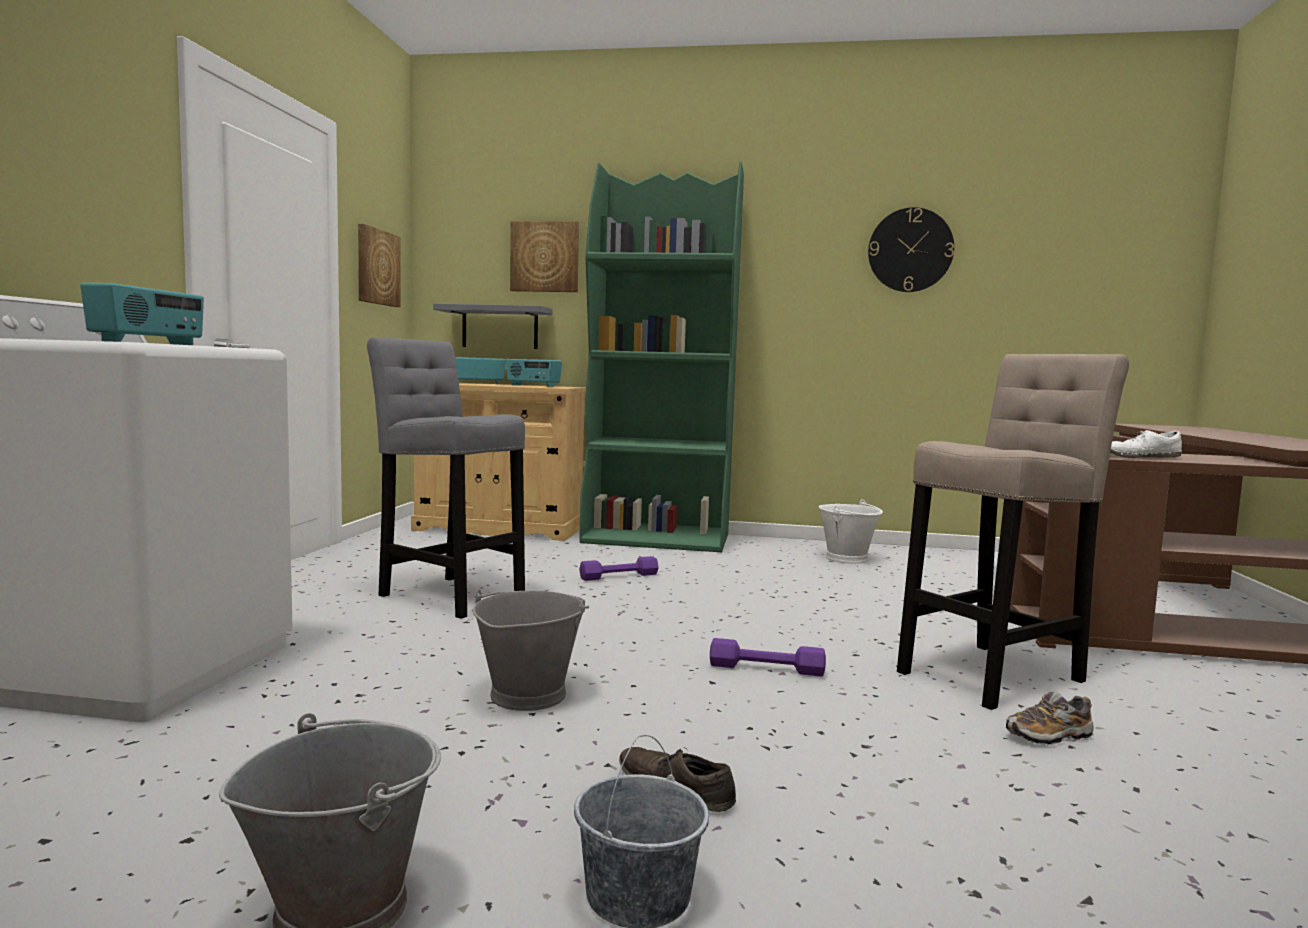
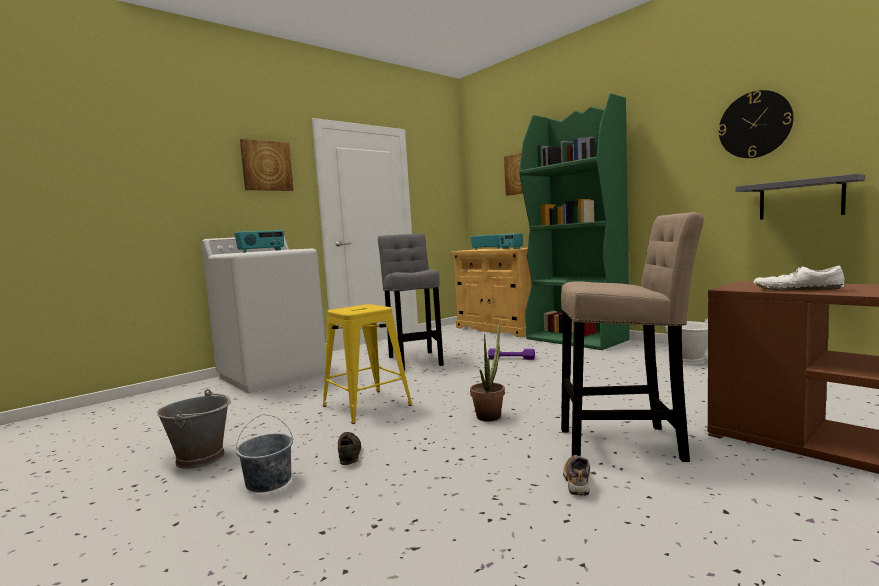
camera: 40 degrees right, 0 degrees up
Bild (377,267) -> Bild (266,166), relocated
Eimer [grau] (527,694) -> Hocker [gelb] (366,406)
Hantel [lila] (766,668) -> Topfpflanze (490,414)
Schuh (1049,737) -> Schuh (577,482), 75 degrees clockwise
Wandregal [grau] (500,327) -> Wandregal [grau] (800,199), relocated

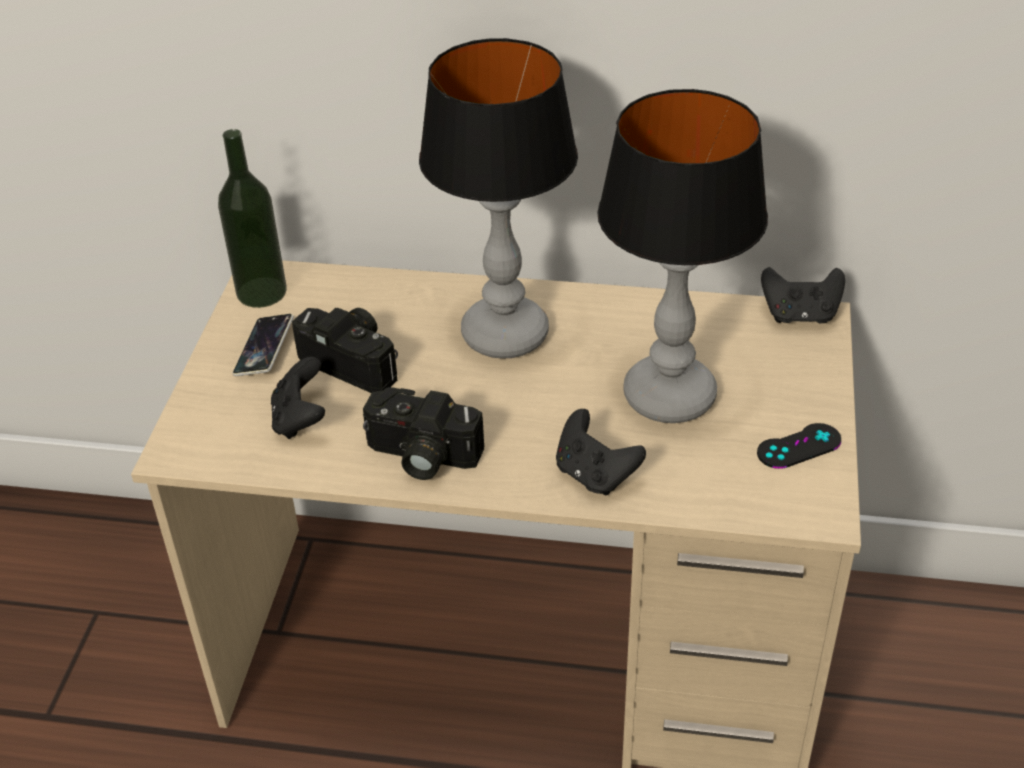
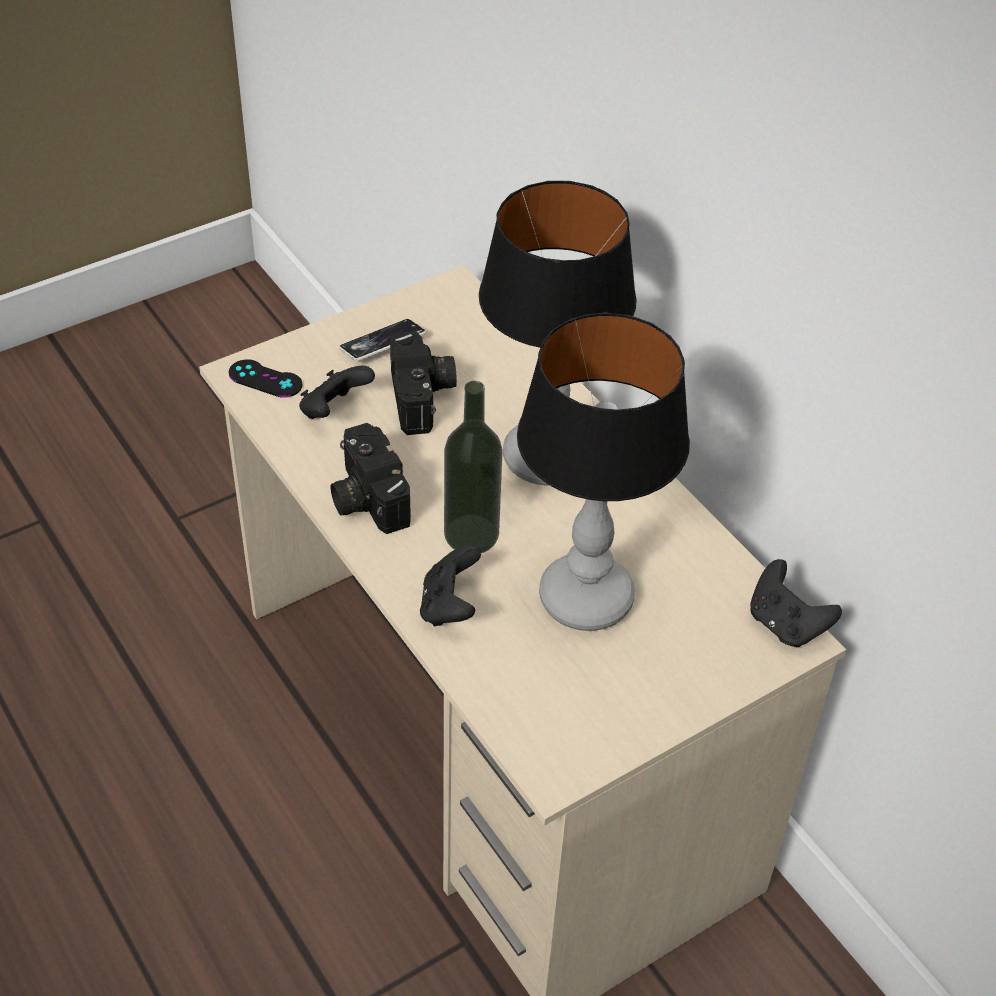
camera: 45 degrees right, 5 degrees up
Gamepad [schwarz] (799,446) -> Gamepad [schwarz] (265,379), relocated
Flasche (261,292) -> Flasche (471,534), relocated

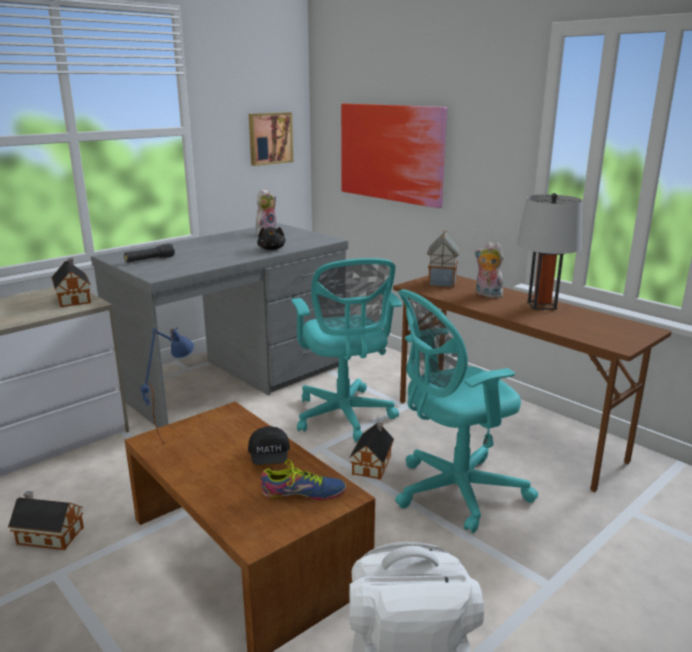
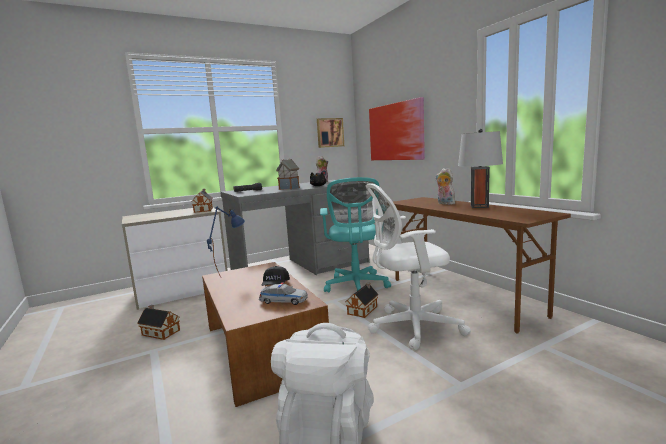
camera: 15 degrees right, 10 degrees down
Schuh (303,492) -> Spielzeugauto (283,300)
Spielzeughaus (442,283) -> Spielzeughaus (289,188), relocated
Bürostuhl [türkis] (453,492) -> Bürostuhl [weiß] (411,327)

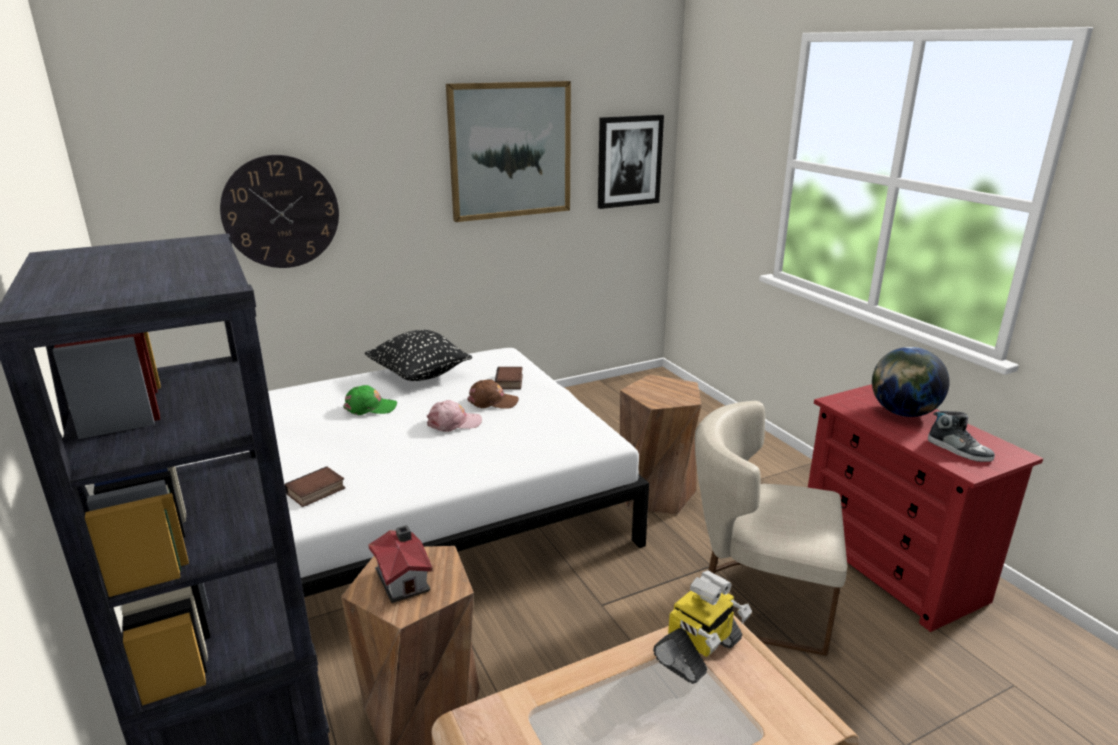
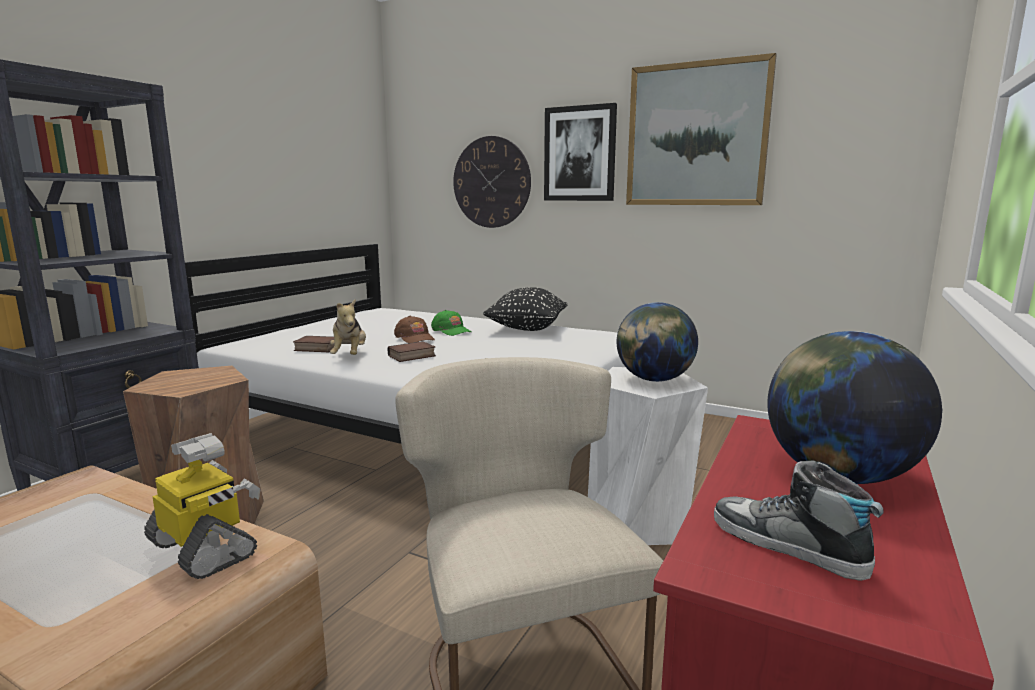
camera: 55 degrees right, 10 degrees down
Spielzeugroboter (699,652) -> Spielzeugroboter (205,549), 150 degrees counterclockwise
none -> Plüschtier (350,356)
Buch (510,382) -> Buch (411,356), relocated
Kappe [braun] (492,401) -> Kappe [braun] (415,338), relocated
Bild (629,161) -> Bild (579,154), relocated
Hocker [braun] (656,493) -> Hocker [weiß] (640,521)
none -> Globus (654,380)
Schuh (959,450) -> Schuh (787,545), 120 degrees clockwise
Spielzeughaus (403,579) -> none
Kappe [rosa] (454,423) -> none

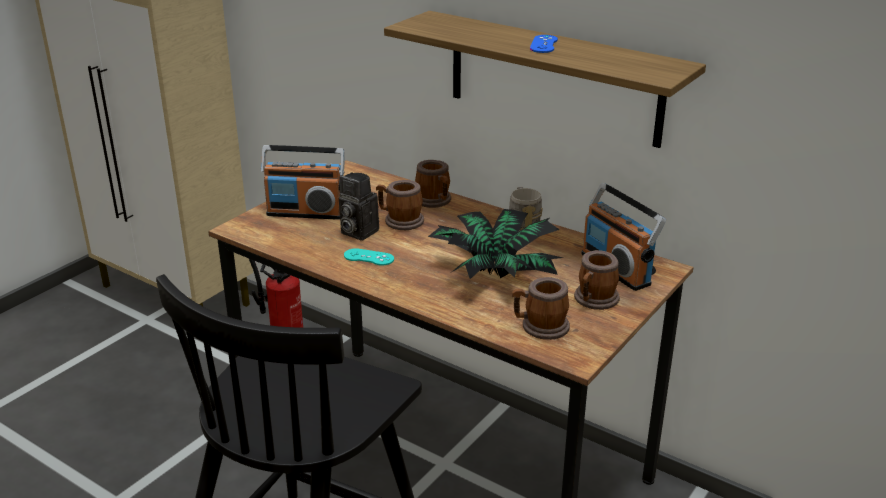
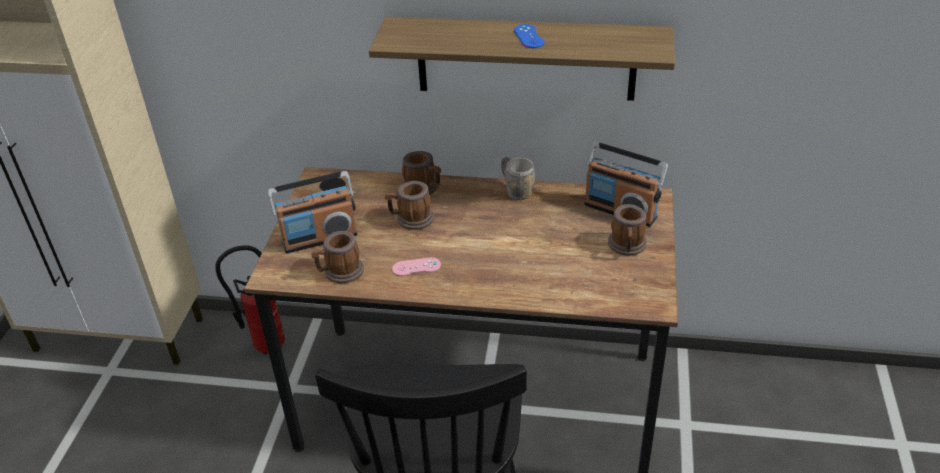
camera: 25 degrees left, 10 degrees up
Henkelbecher (540,327) -> Henkelbecher (340,272), relocated
Gamepad [türkis] (368,257) -> Gamepad [rosa] (416,267)
Kamera (356,232) -> none
Topfpflanze (494,272) -> none

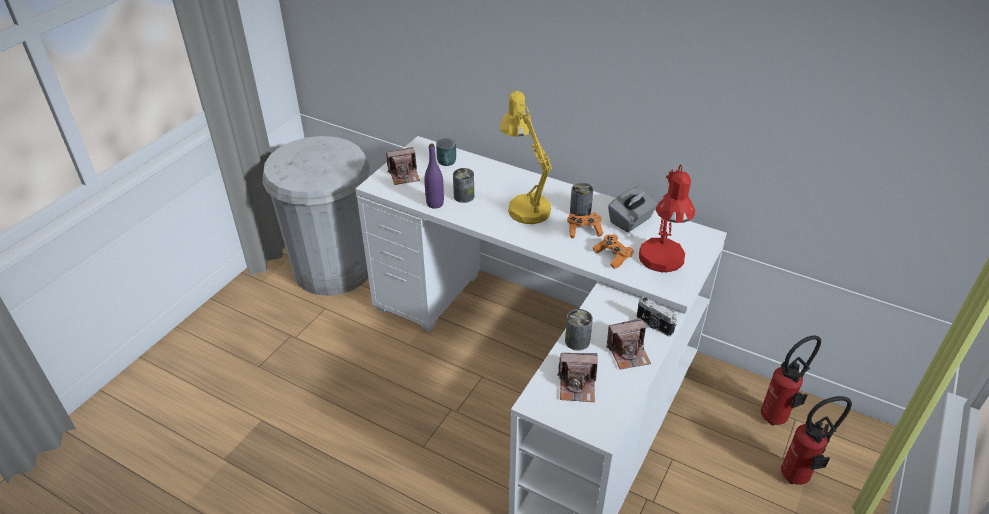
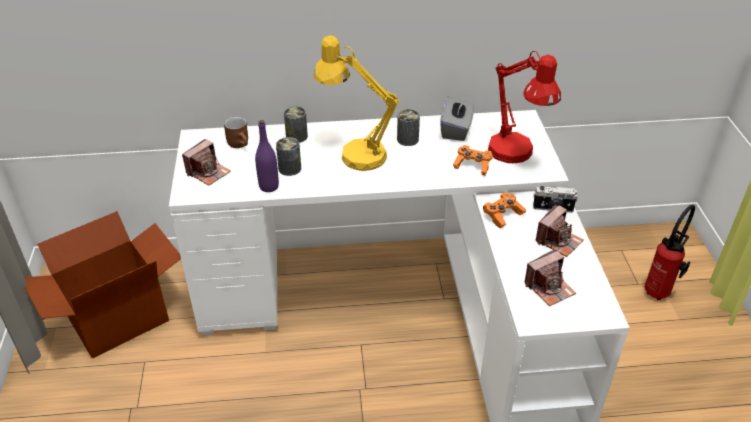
camera: 35 degrees left, 0 degrees up
Mülleimer [weiß] (333,268) -> Karton (117,317)
Henkelbecher [türkis] (448,163) -> Henkelbecher [braun] (241,144)
Dose (577,341) -> Dose (296,136), relocated
Gamepad [orange] (584,230) -> Gamepad [orange] (503,215), relocated
Feuerlöscher (778,417) -> none

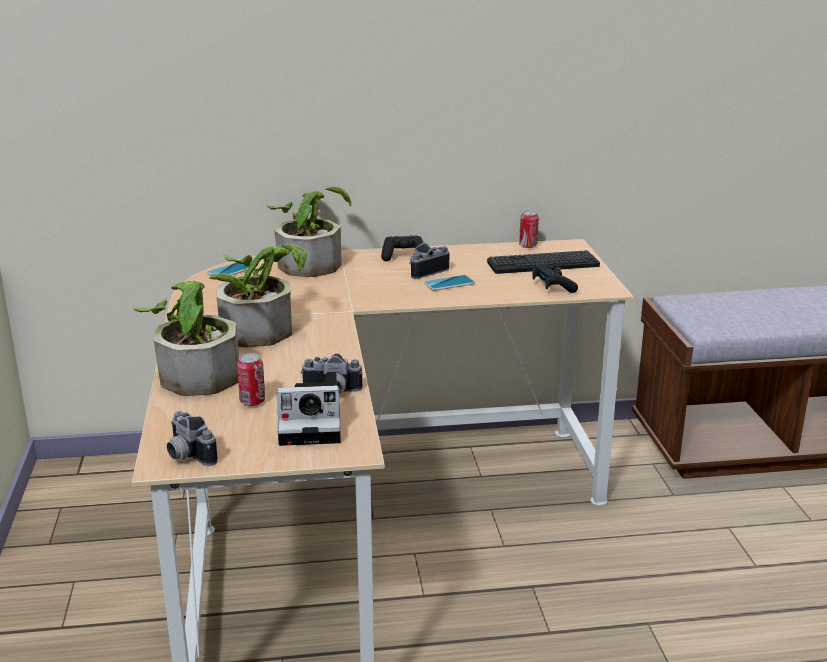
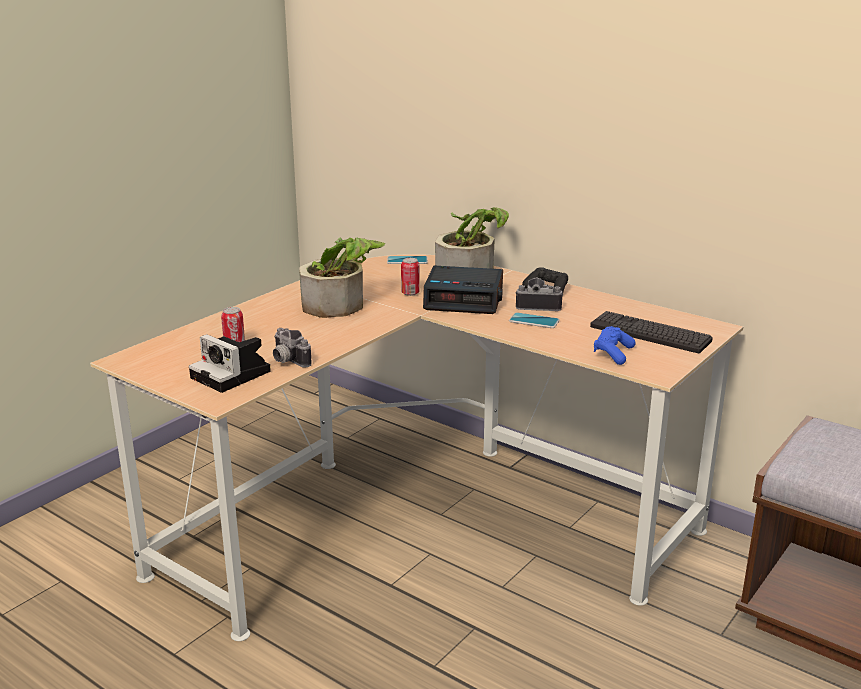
camera: 45 degrees right, 0 degrees up
Dose (528,246) -> Dose (410,293), relocated
none -> Wecker (465,299)
Gamepad [schwarz] (552,287) -> Gamepad [blau] (613,354)
Topfpflanze (200,372) -> none
Kamera (186,456) -> none

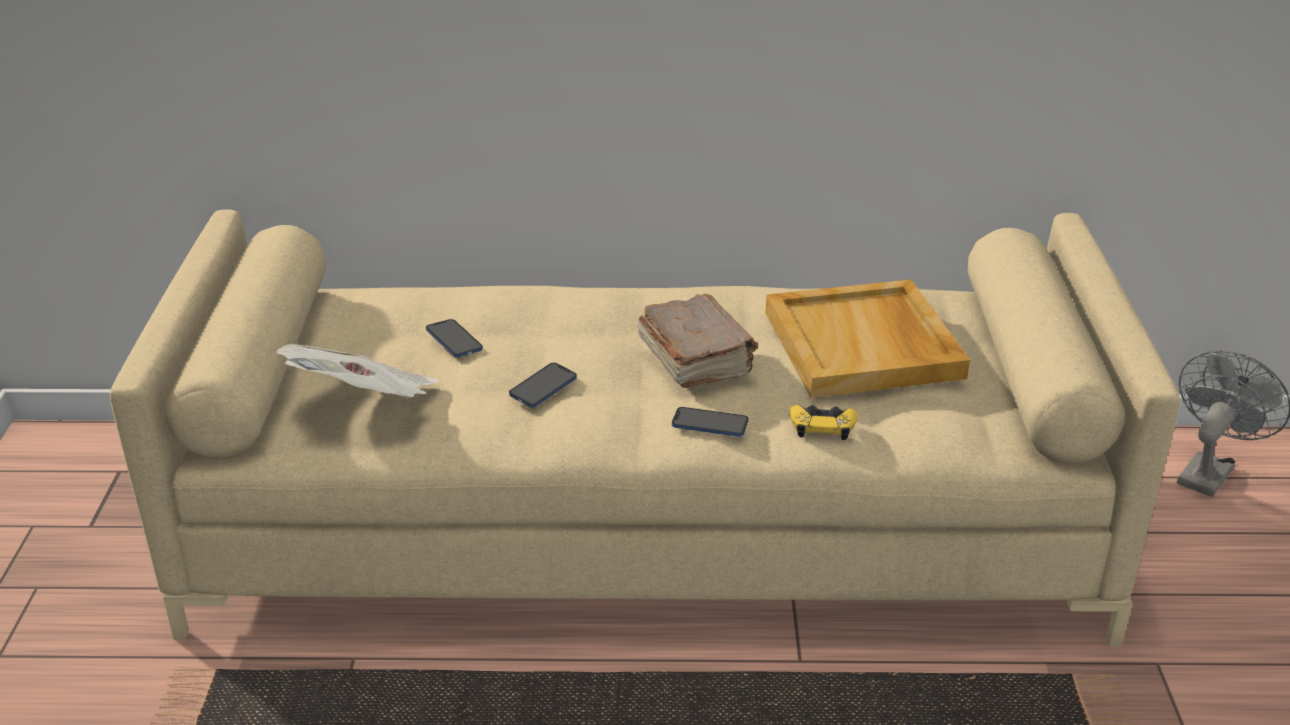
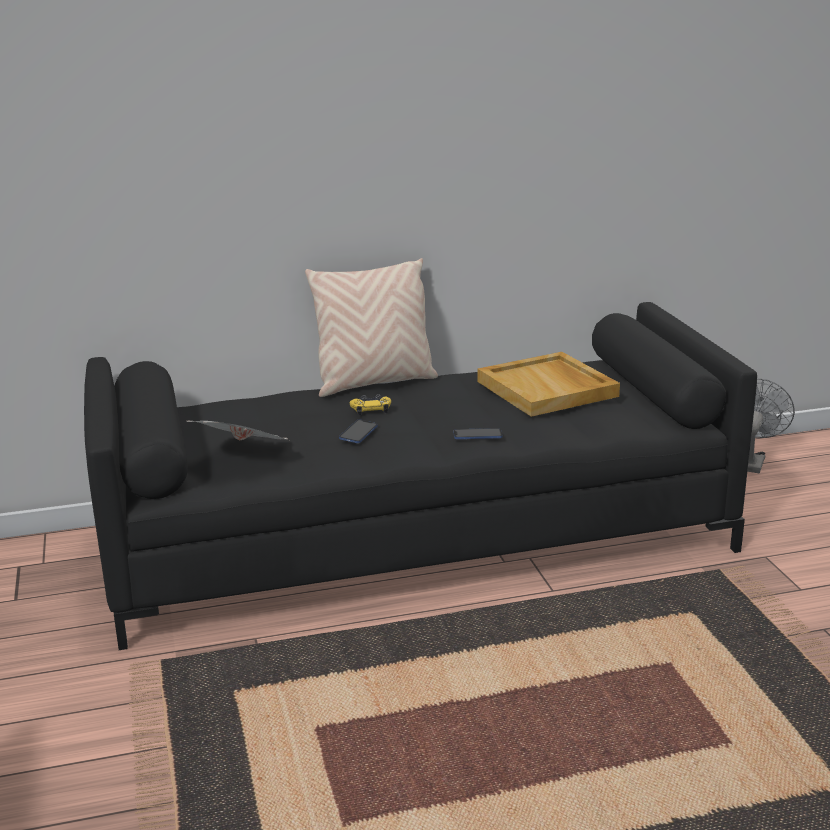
camera: 15 degrees left, 10 degrees down
Sofa [beige] (646,527) -> Sofa [schwarz] (418,540)
none -> Kissen [beige] (374,383)
Gamepad [gelb] (822,426) -> Gamepad [gelb] (371,409), relocated
Handy (454,340) -> none
Buch [braun] (695,359) -> none

